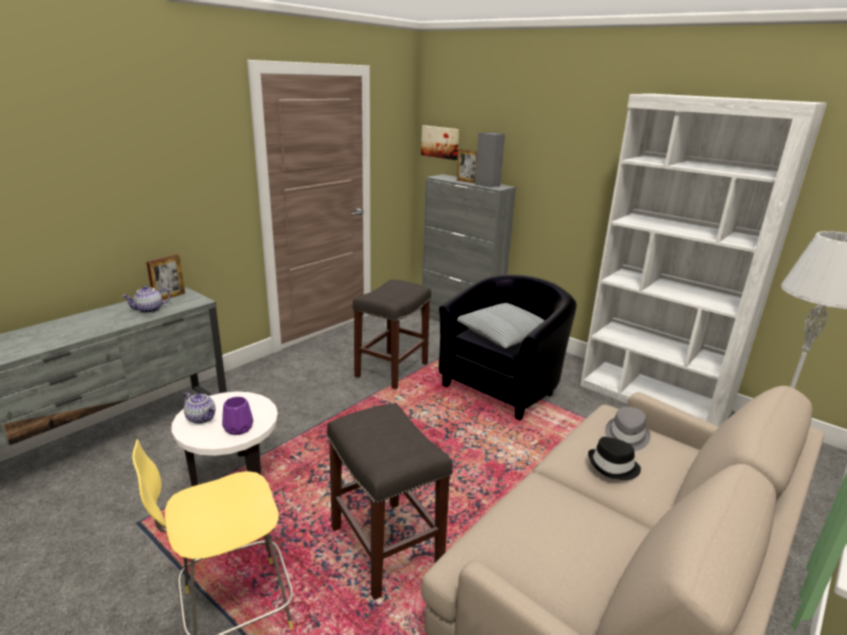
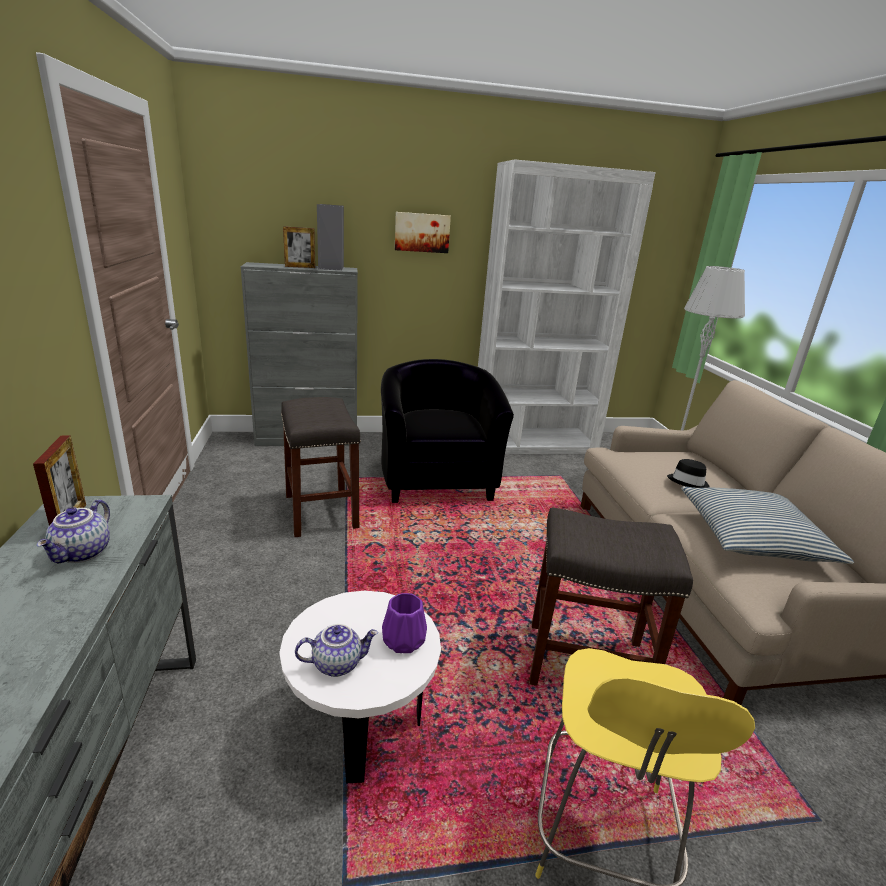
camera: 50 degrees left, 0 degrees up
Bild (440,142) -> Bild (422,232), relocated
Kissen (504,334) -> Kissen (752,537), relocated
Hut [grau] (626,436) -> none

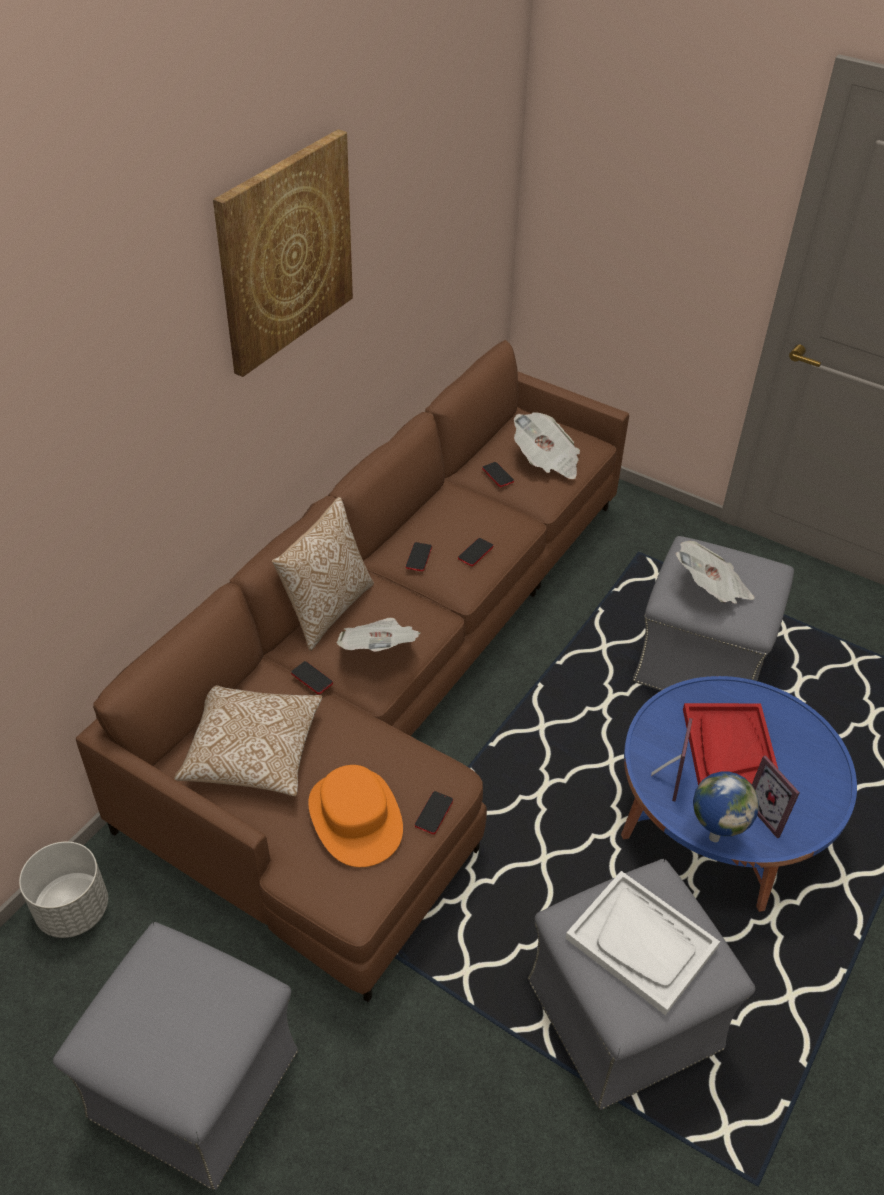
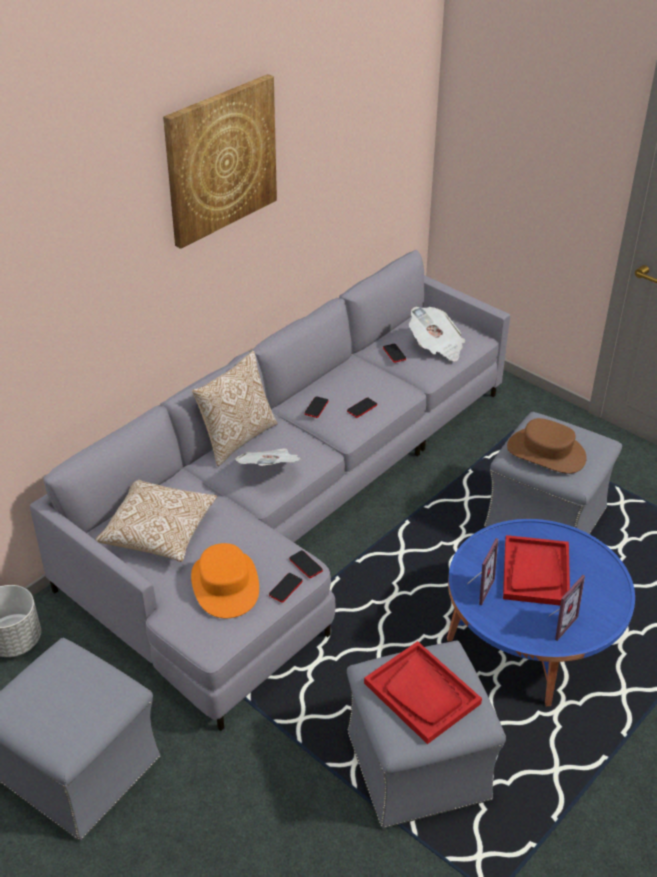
camera: 10 degrees right, 5 degrees down
Sofa [braun] (393,682) -> Sofa [grau] (290,508)
Handy (312,678) -> Handy (305,565), relocated
Tablett [weiß] (642,943) -> Tablett [rot] (422,693)
Zeitung (711,590) -> Hut [braun] (546,452)
Bilderrahmen (772,814) -> Bilderrahmen (557,623), 120 degrees counterclockwise
Globus (713,836) -> none

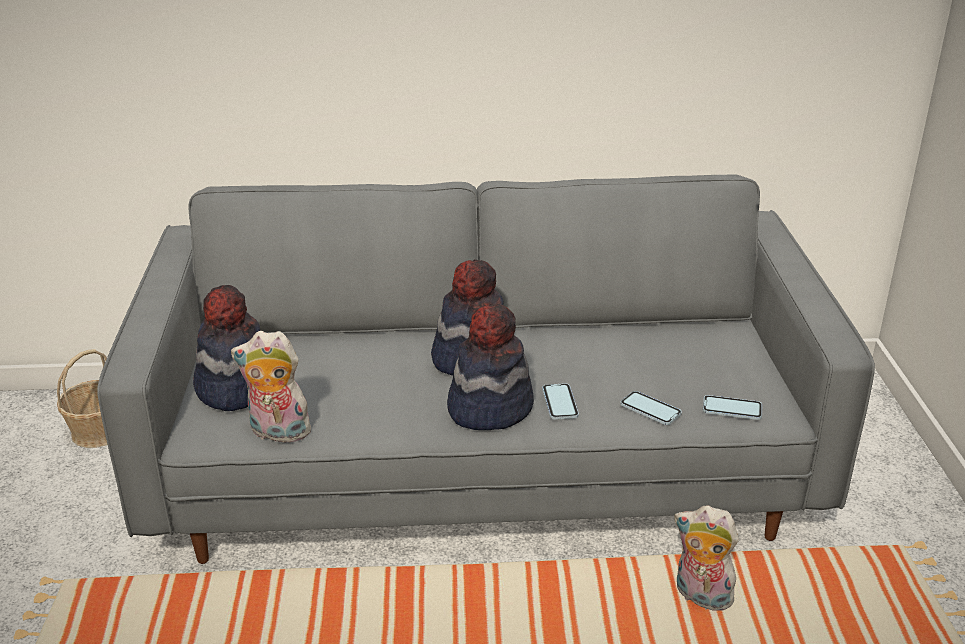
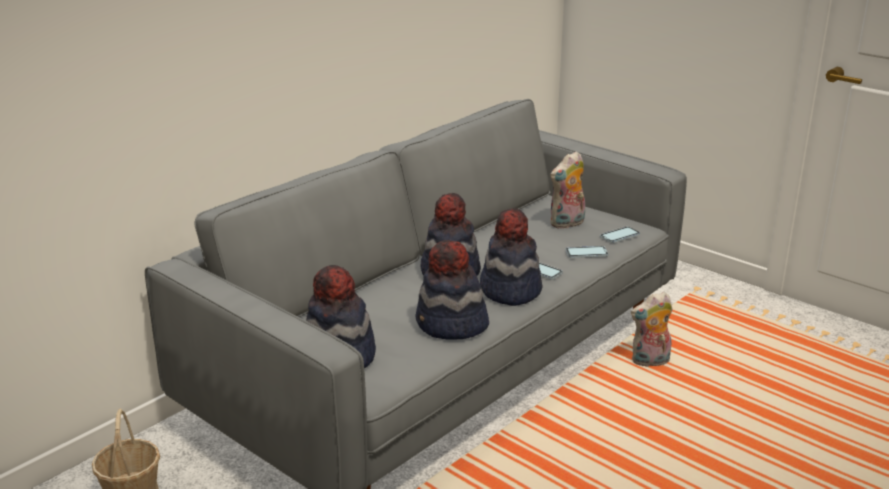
camera: 45 degrees left, 5 degrees down
none -> Hut (451,325)
Plüschtier (277,433) -> Plüschtier (567,224), relocated

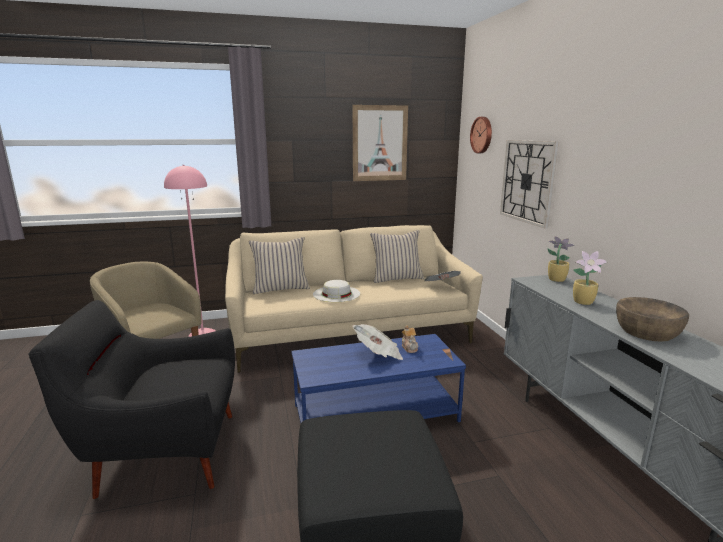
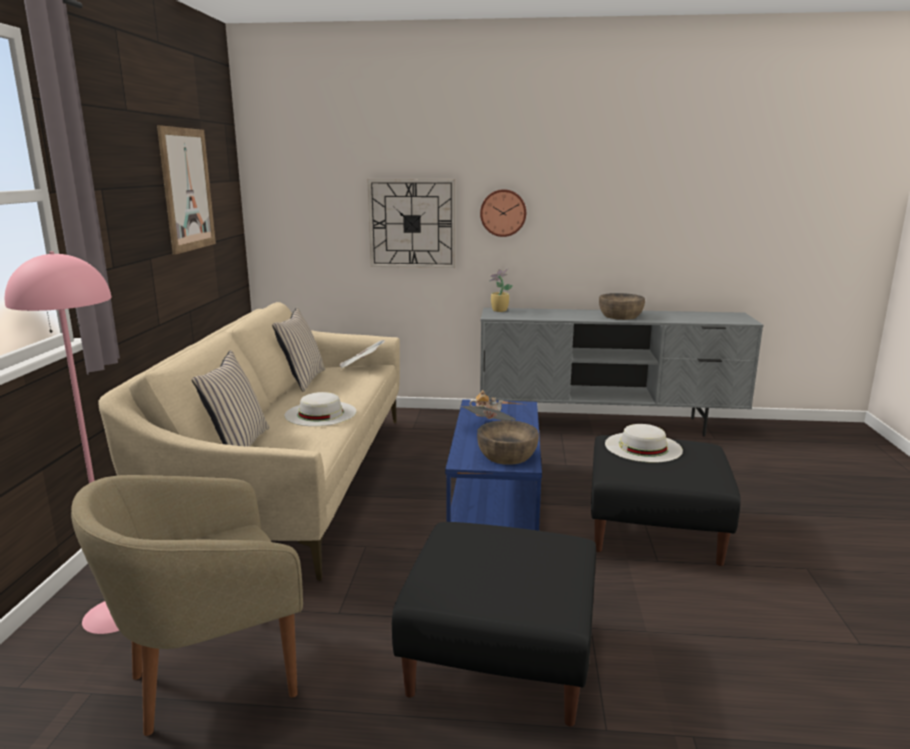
camera: 70 degrees left, 0 degrees up
Sessel [schwarz] (162,453) -> Polsterhocker [schwarz] (499,657)
none -> Schüssel [braun] (507,455)
Wanduhr (482,135) -> Wanduhr (503,213), relocated
none -> Hut [weiß] (643,447)
Topfpflanze (584,302) -> none

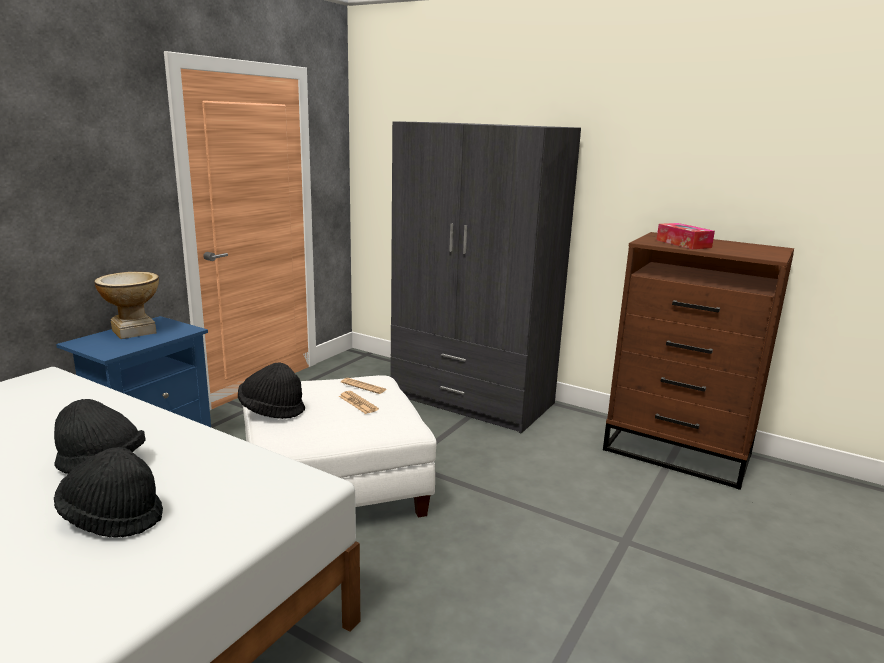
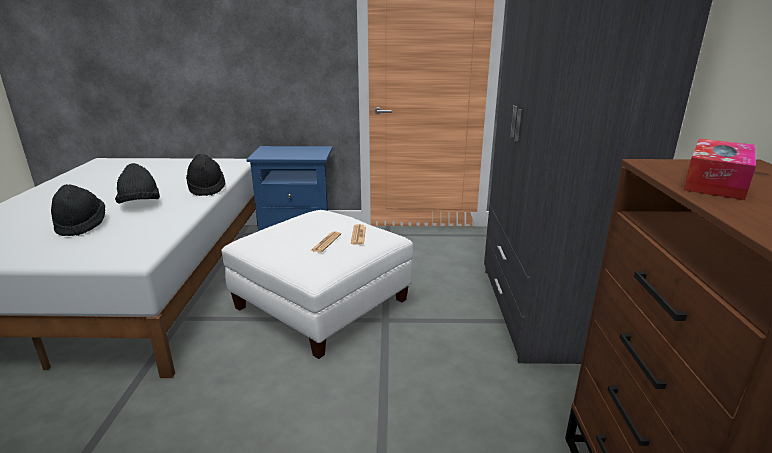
camera: 60 degrees right, 5 degrees up
Hut [schwarz] (271,410) -> Hut [schwarz] (207,189), relocated
Vase (133,332) -> none

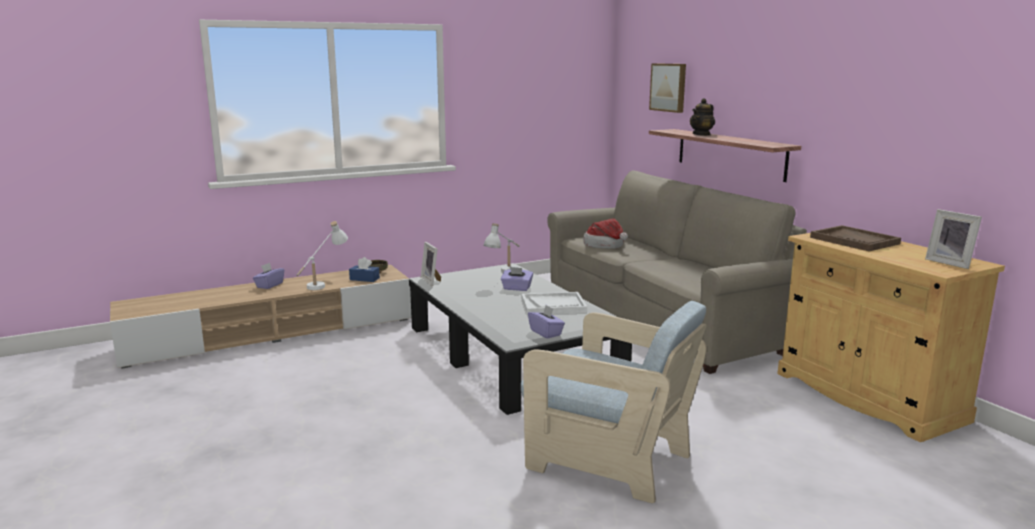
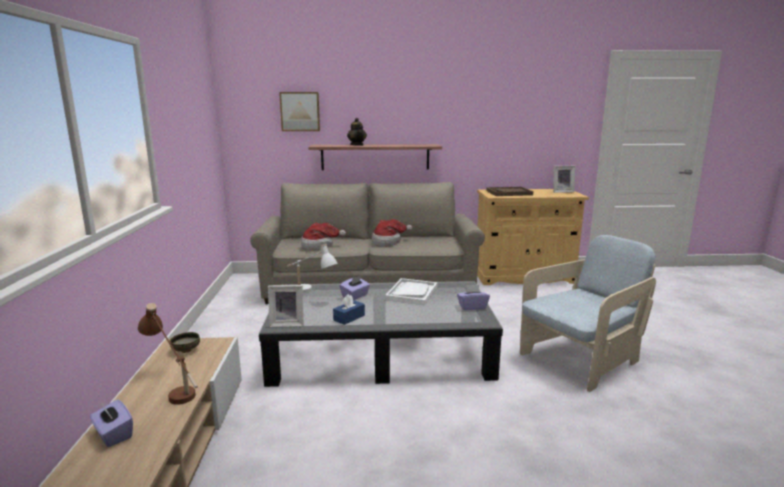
camera: 65 degrees left, 0 degrees up
Tischlampe [weiß] (323,283) -> Tischlampe [braun] (174,389)
Taschentuchbox [blau] (364,279) -> Taschentuchbox [blau] (349,318), relocated
none -> Hut (388,242)

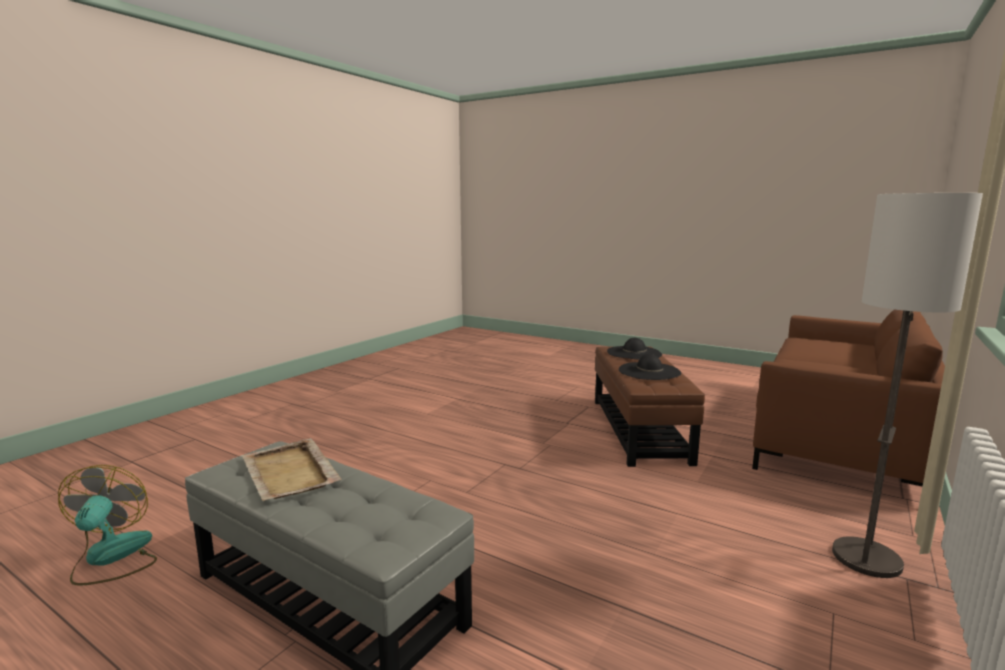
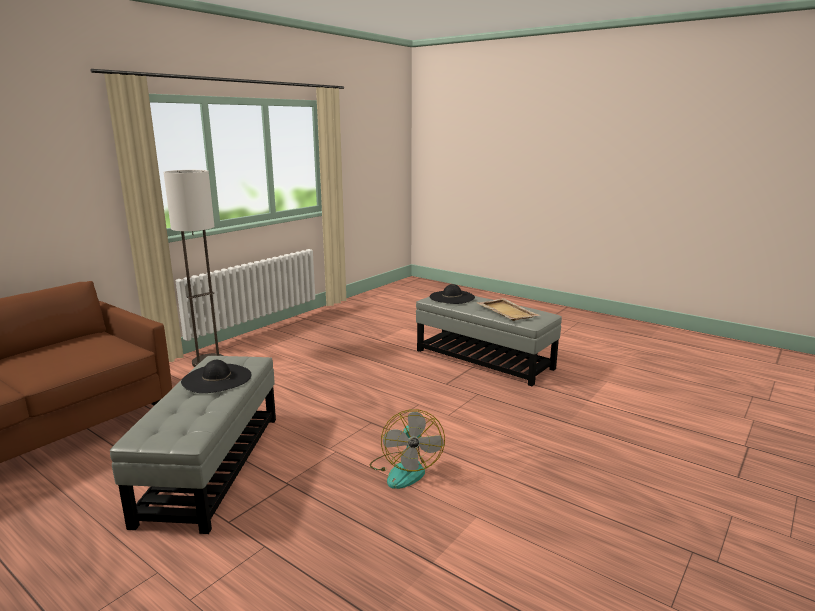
camera: 175 degrees left, 5 degrees up
Polsterhocker [braun] (639,429) -> Polsterhocker [grau] (212,466)
Ventilator (111,557) -> Ventilator (405,469), relocated
Hut [schwarz] (634,353) -> Hut [schwarz] (452,297), relocated

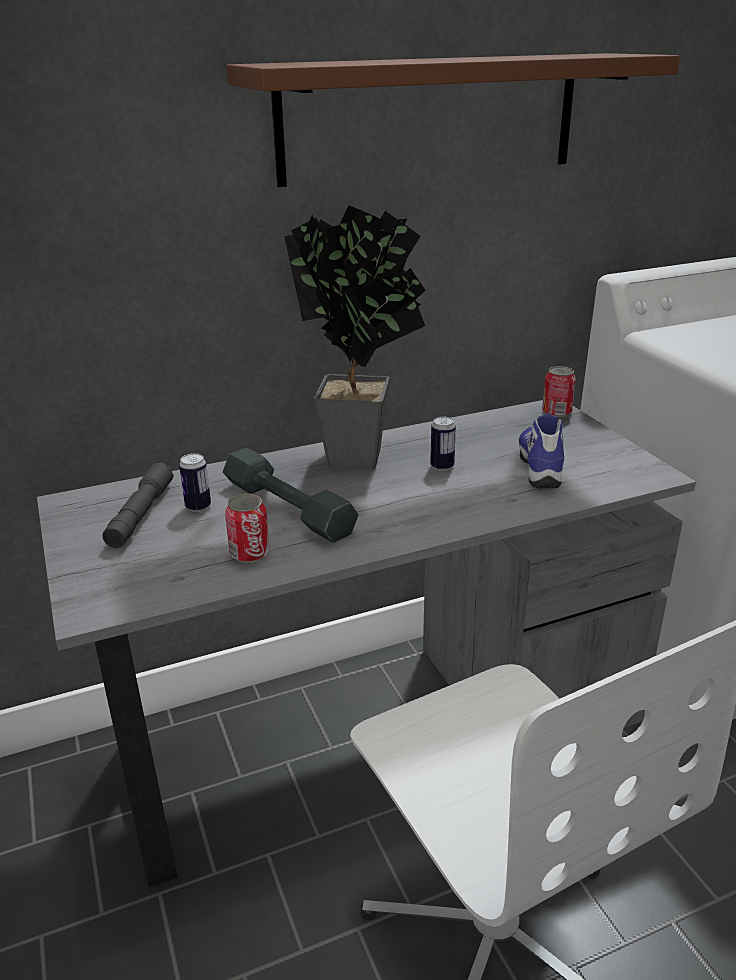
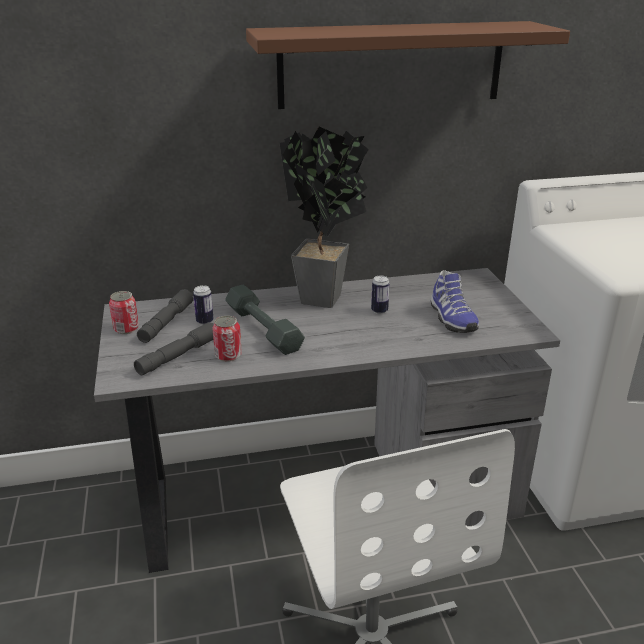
camera: 10 degrees right, 0 degrees up
Dose (556,412) -> Dose (126,329), relocated
none -> Taschenlampe [grau] (178,356)
Schuh (542,467) -> Schuh (451,318), 150 degrees clockwise

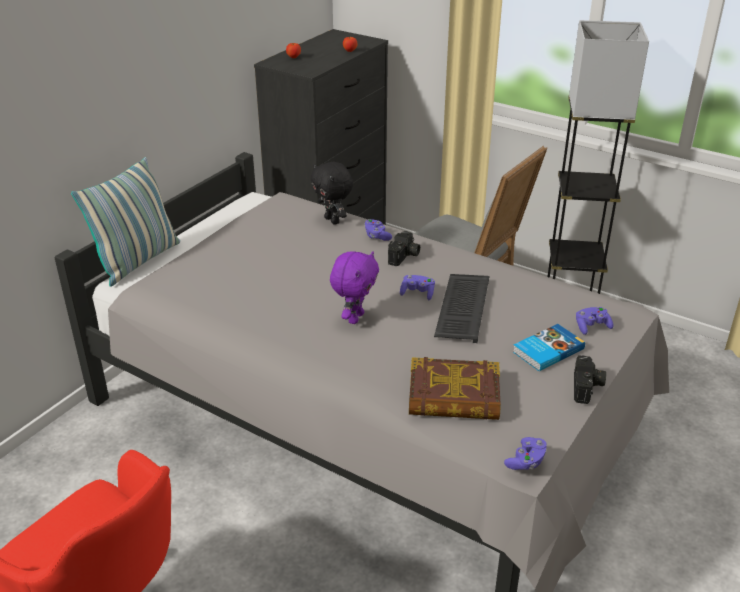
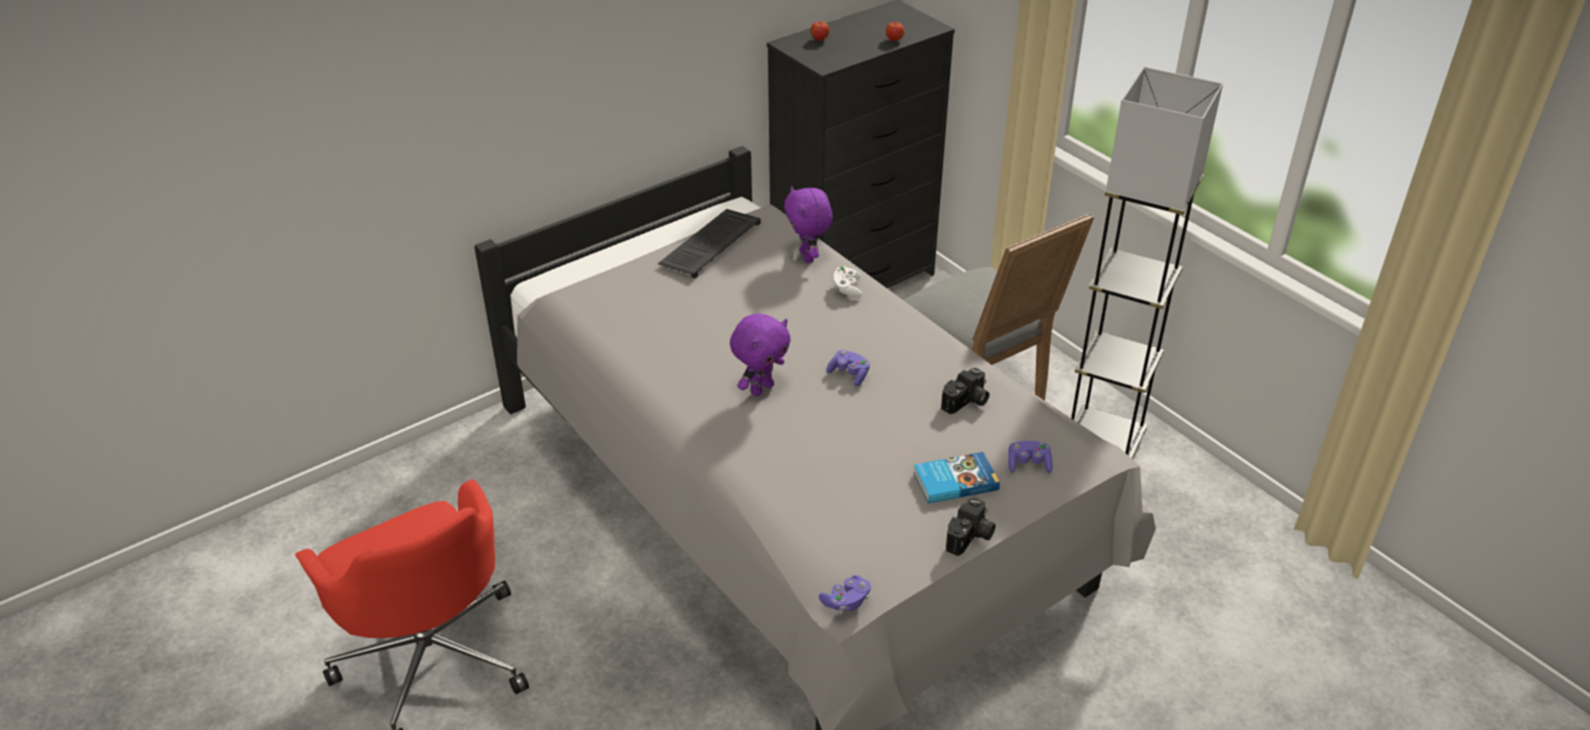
camera: 20 degrees right, 5 degrees up
Tastatur (461,307) -> Tastatur (710,243), relocated
Plüschtier [schwarz] (333,220) -> Plüschtier [lila] (808,257)
Gamepad [lila] (377,236) -> Gamepad [weiß] (847,289)
Kamera (404,257) -> Kamera (966,402), relocated
Kissen (138,261) -> none
Buch (454,397) -> none

